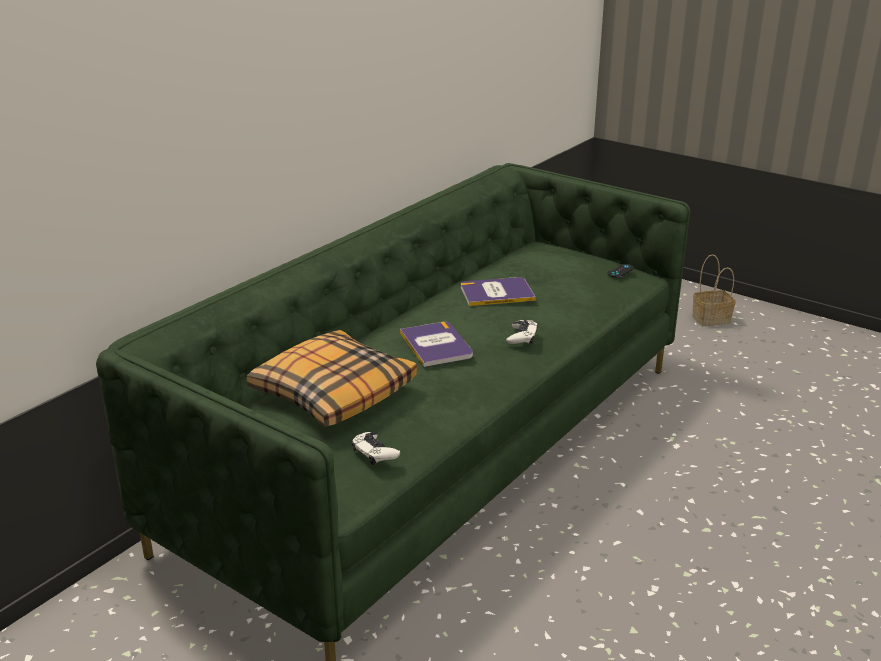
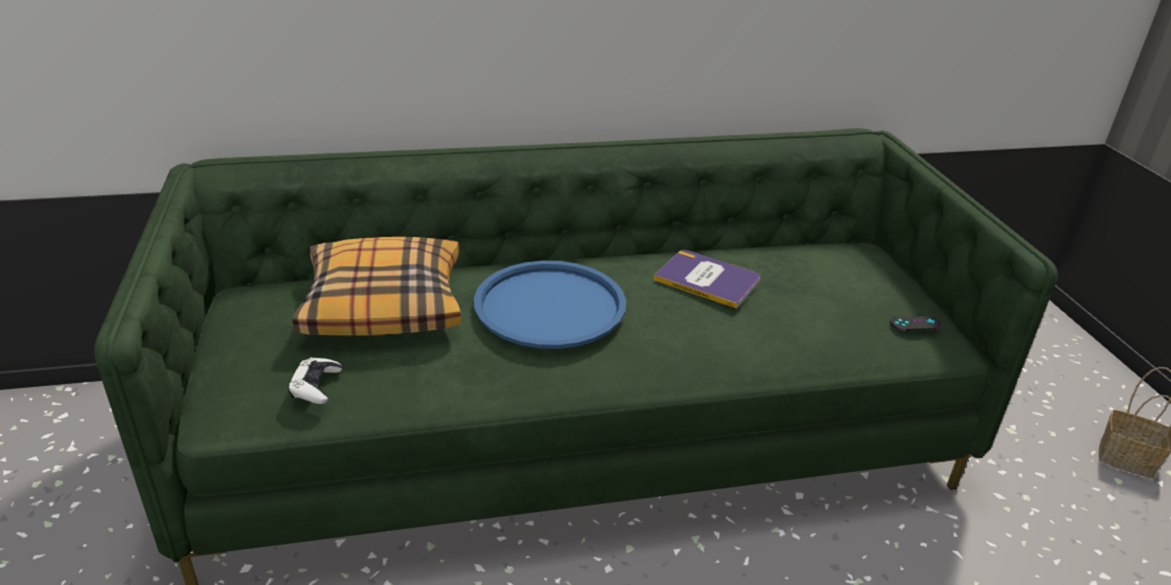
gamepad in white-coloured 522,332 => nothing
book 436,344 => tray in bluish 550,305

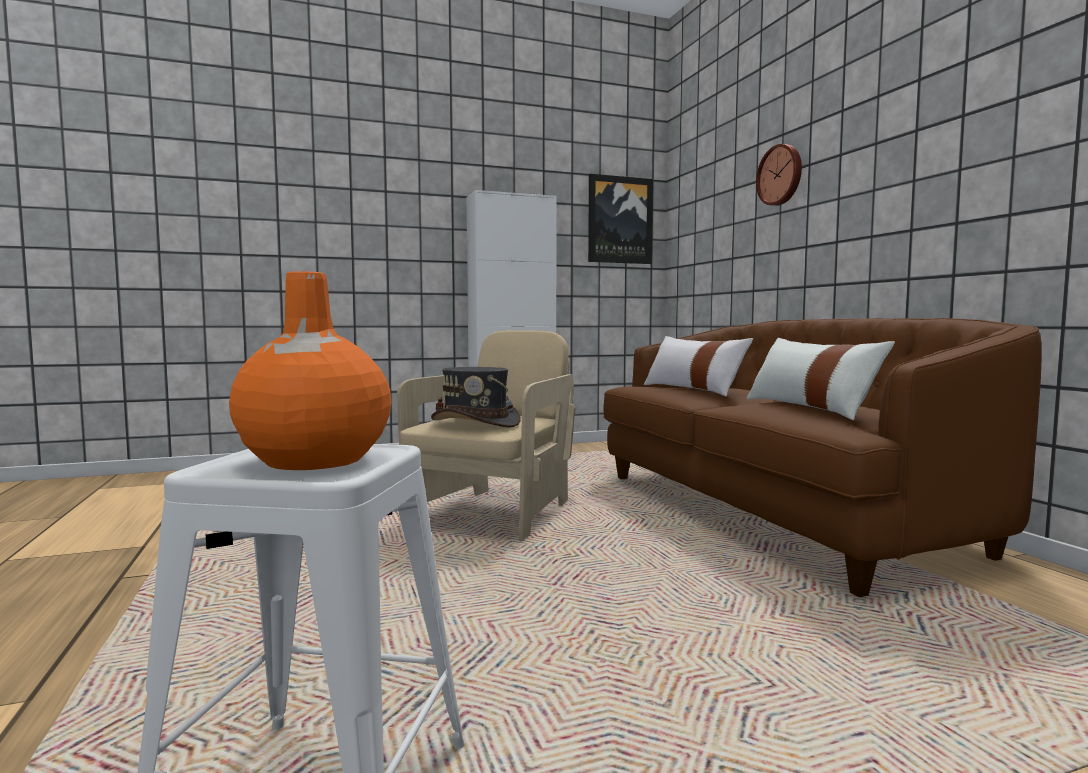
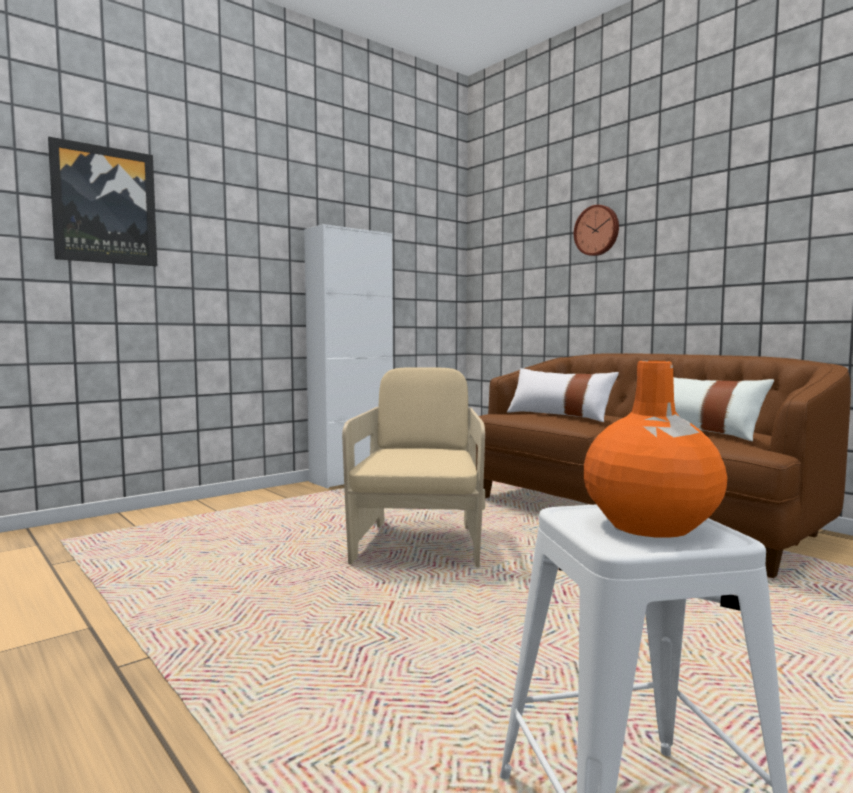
wall picture 620,219 => wall picture 102,201, move
wearable hat in grey 476,397 => nothing

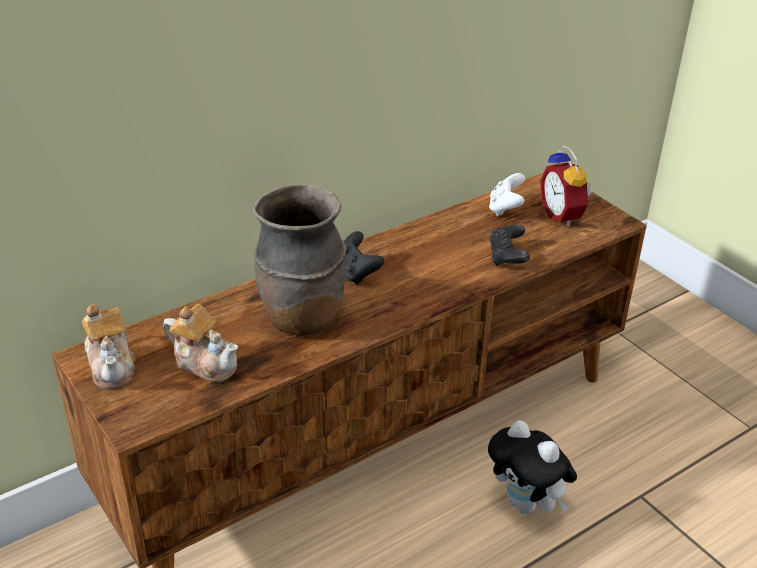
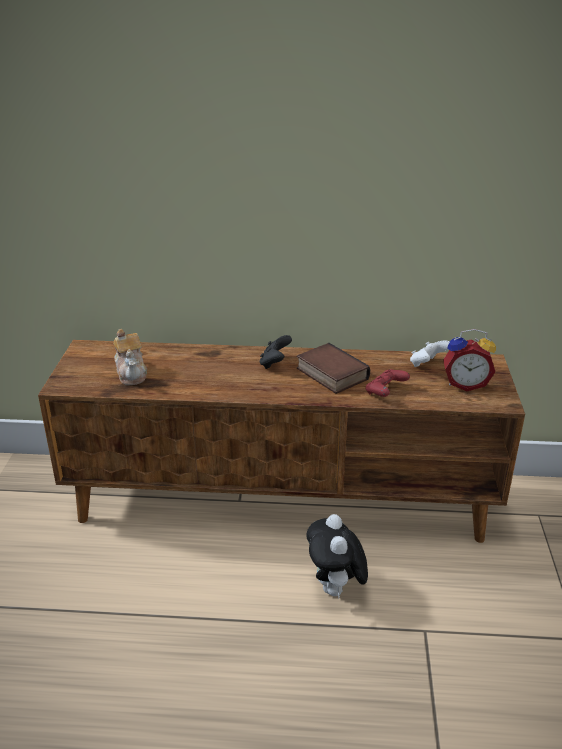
alarm clock 566,186 => alarm clock 469,360, 105 degrees counterclockwise
flower vase in brown 300,259 => nothing
gamepad in blackish 509,245 => gamepad in red-coloured 387,383
pot for tea 109,346 => nothing
nothing => book 333,368

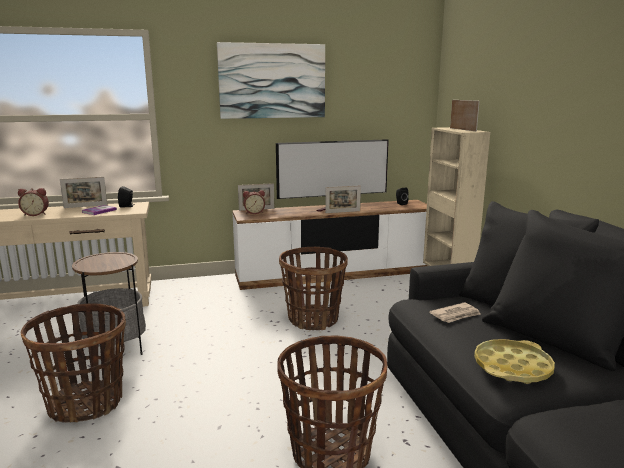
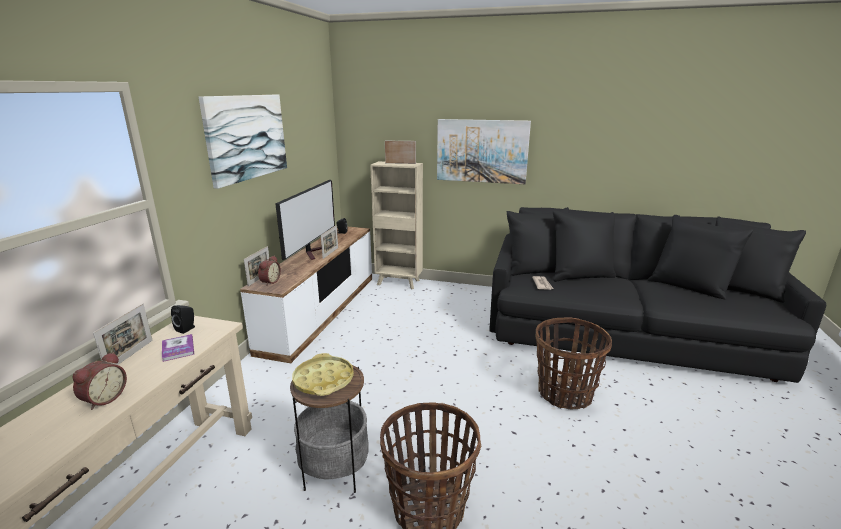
basket 313,288 => nothing
tray in yellow 514,361 => tray in yellow 323,374, move
nothing => wall picture 484,151

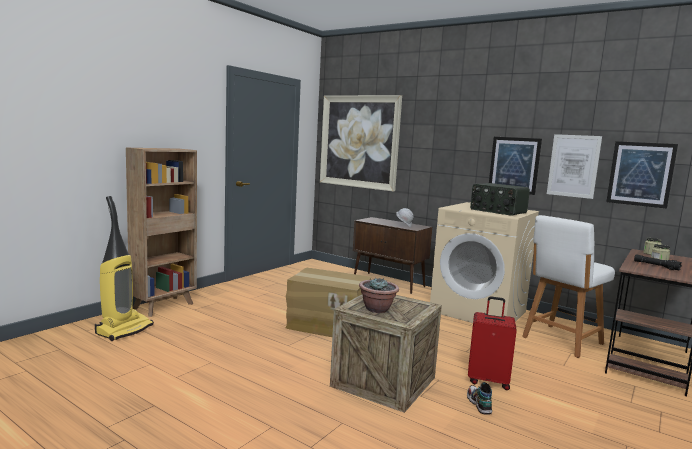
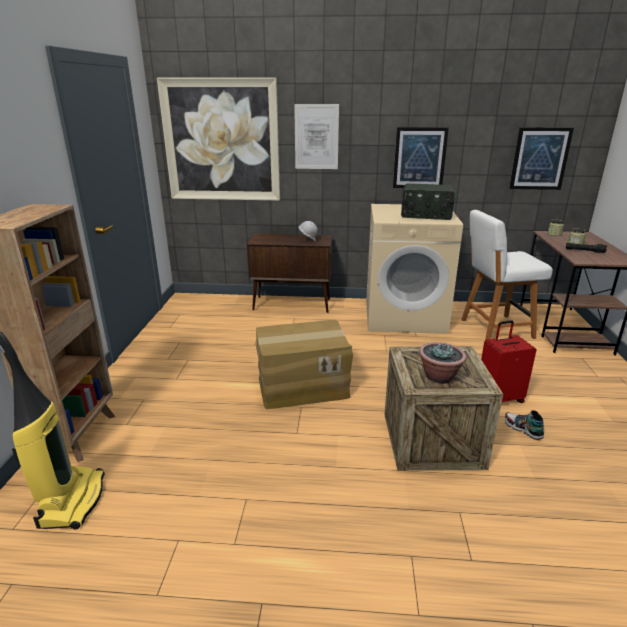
wall picture 574,166 => wall picture 316,136, move
plain chair in white-coloured 568,286 => plain chair in white-coloured 507,275, 60 degrees clockwise

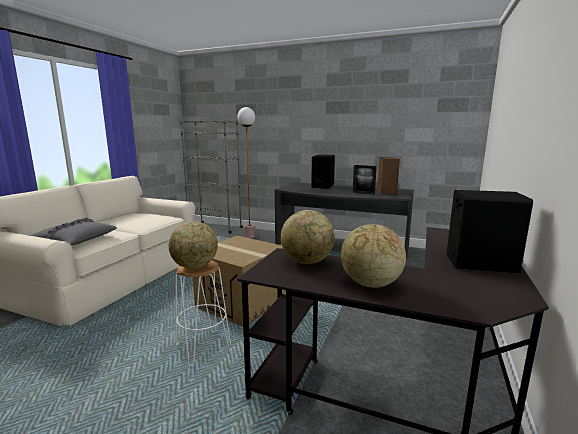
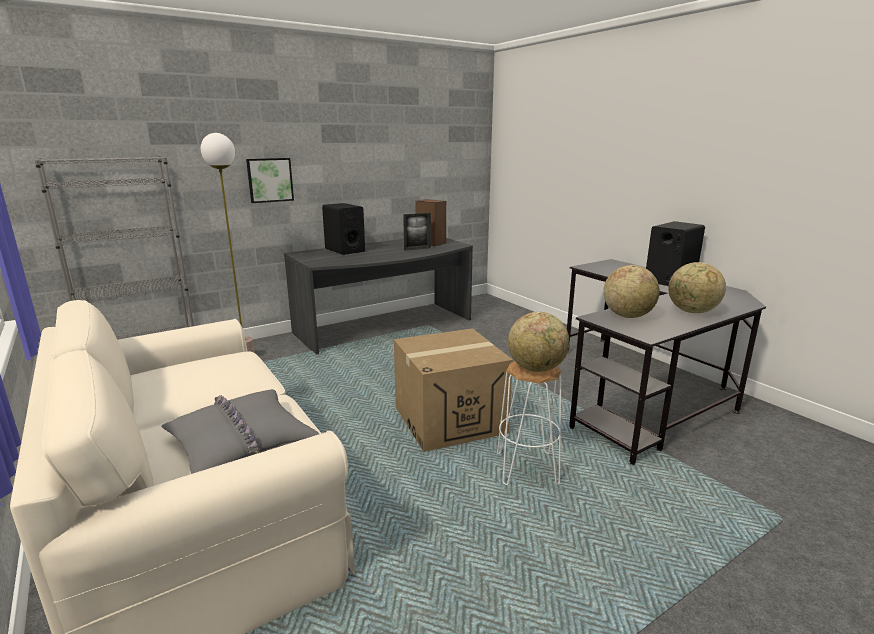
nothing => wall picture 270,180

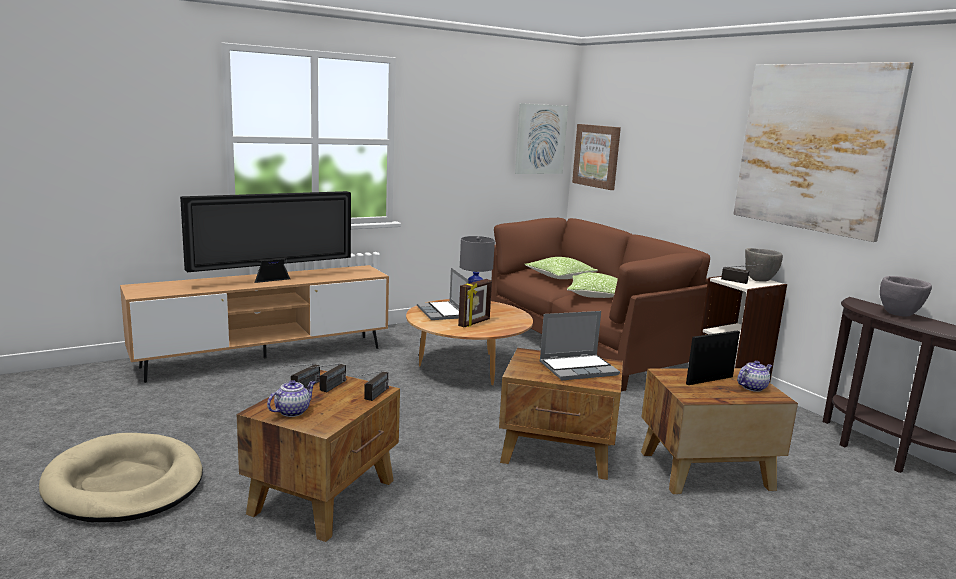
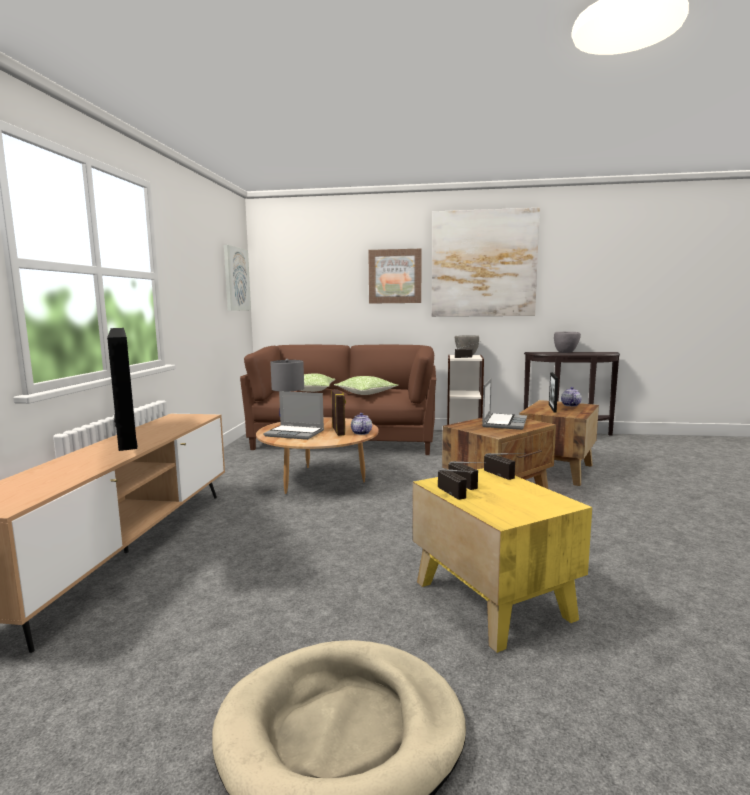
wall picture 596,157 => wall picture 395,276, move
TV set 265,237 => TV set 122,389, 150 degrees clockwise
accent table in brown 318,456 => accent table in yellow 502,560
pot for tea 291,398 => pot for tea 361,424, move

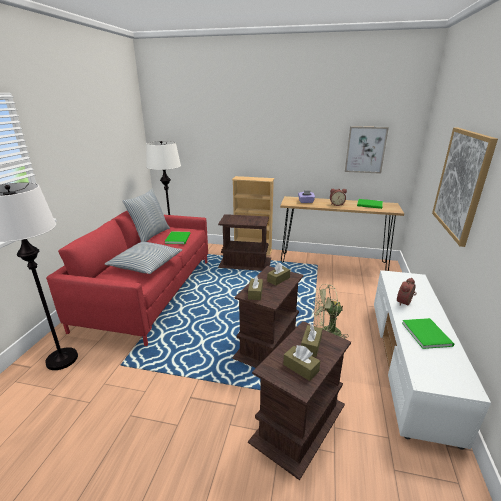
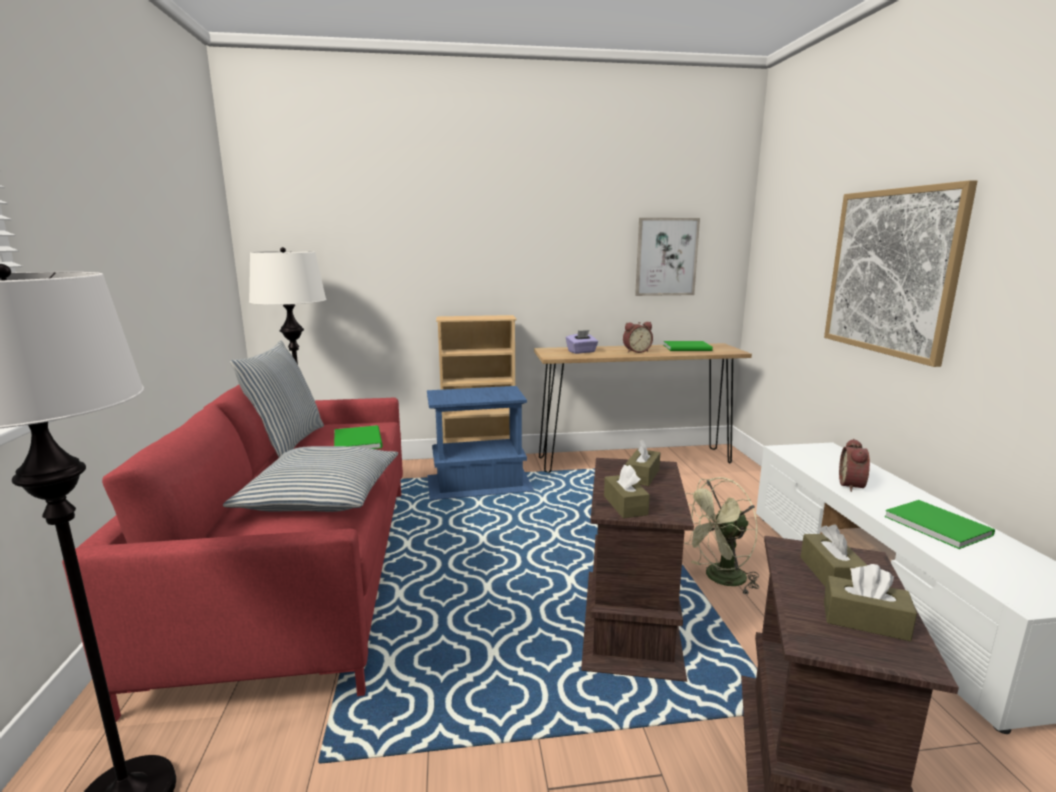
accent table in brown 244,242 => accent table in bluish 480,443

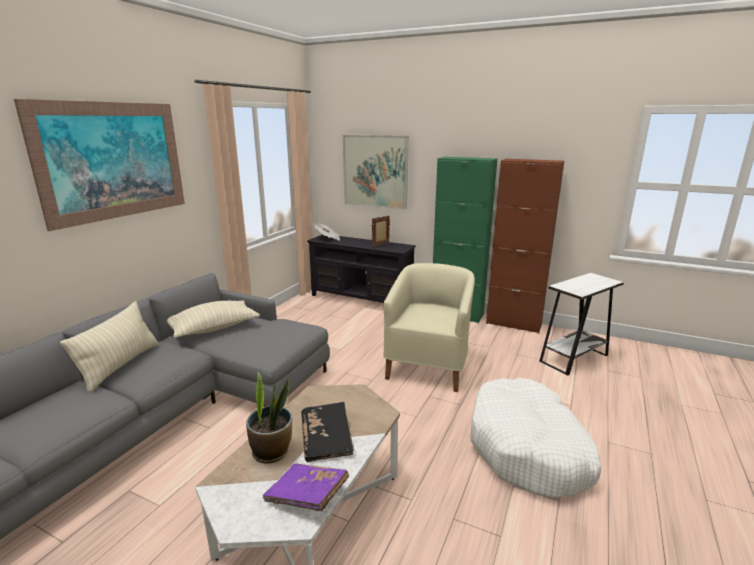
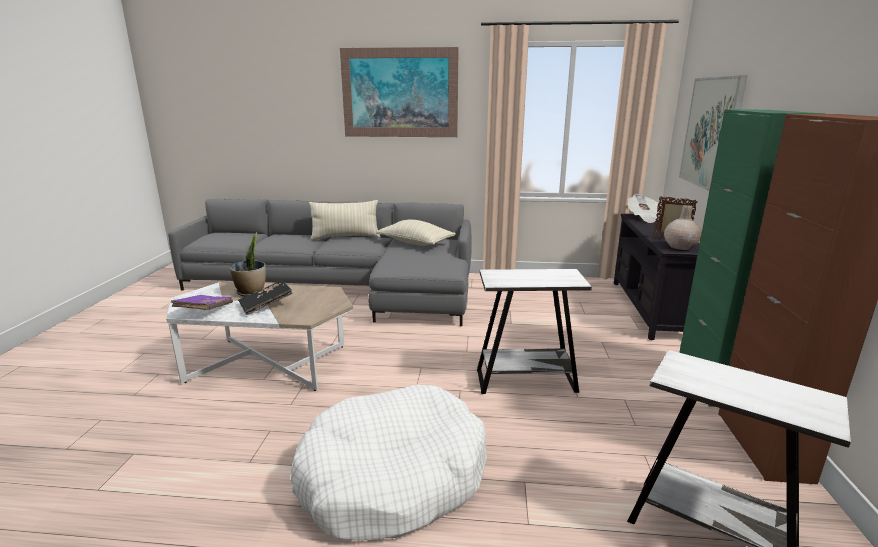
easy chair in sand-coloured 429,327 => accent table in white-coloured 534,331
nothing => flower vase in sand-coloured 683,227

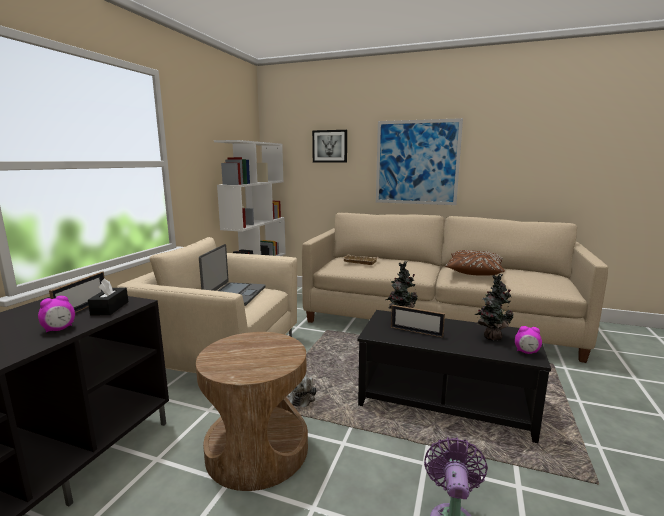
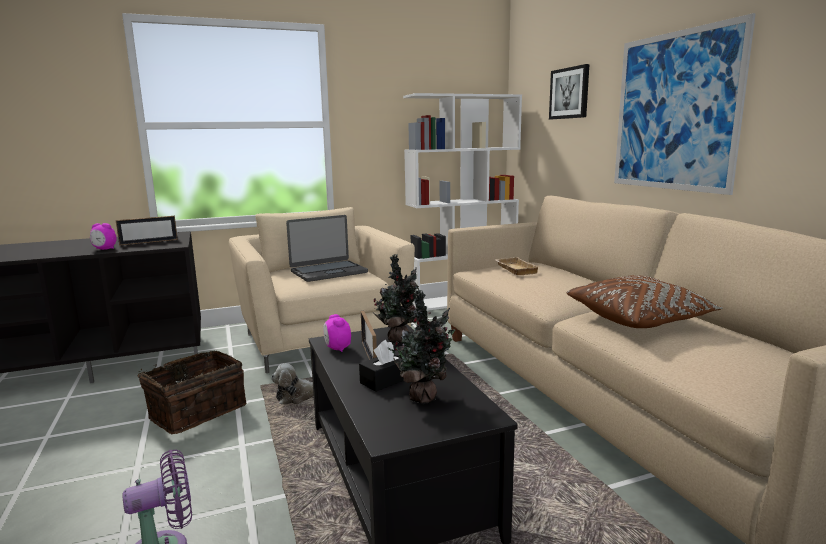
tissue box in blackish 108,296 => tissue box in blackish 381,366, move
alarm clock 528,340 => alarm clock 337,333, move
accent table in brown 252,411 => basket 192,392

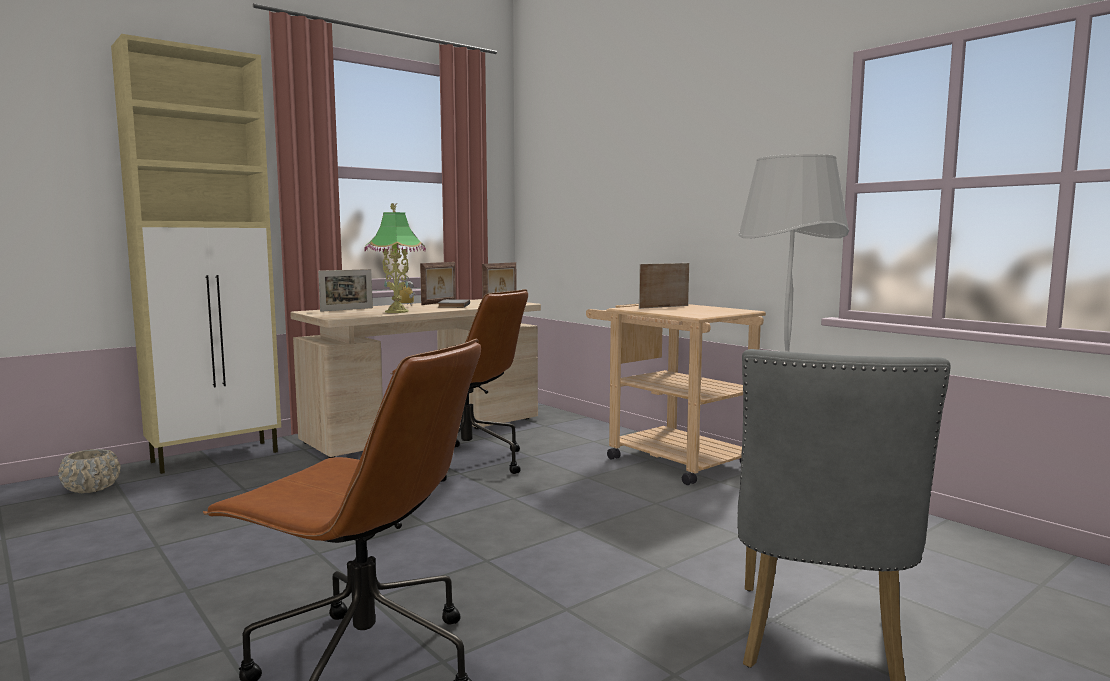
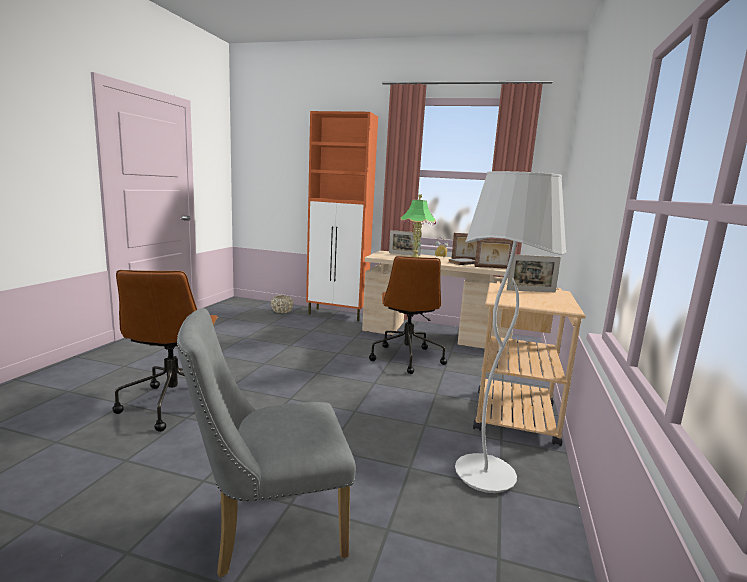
cabinet in sand-coloured 196,254 => cabinet in orange 342,216
picture frame 664,286 => picture frame 534,273, 150 degrees clockwise

